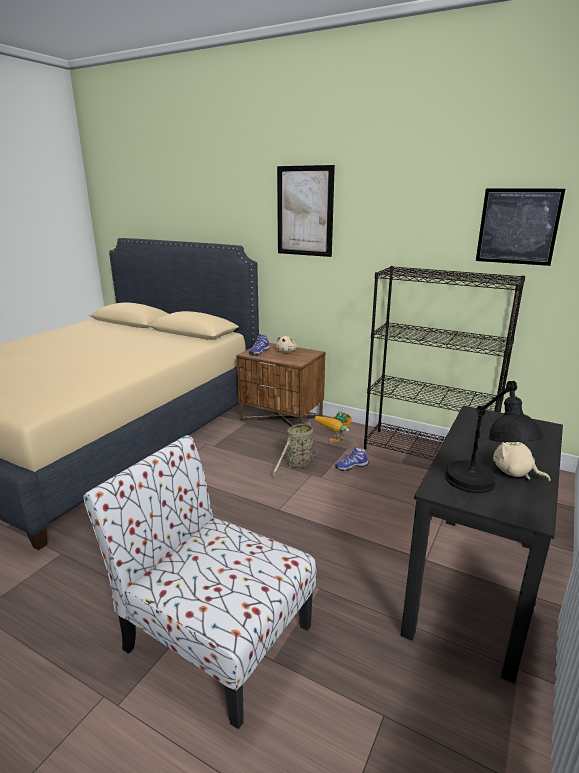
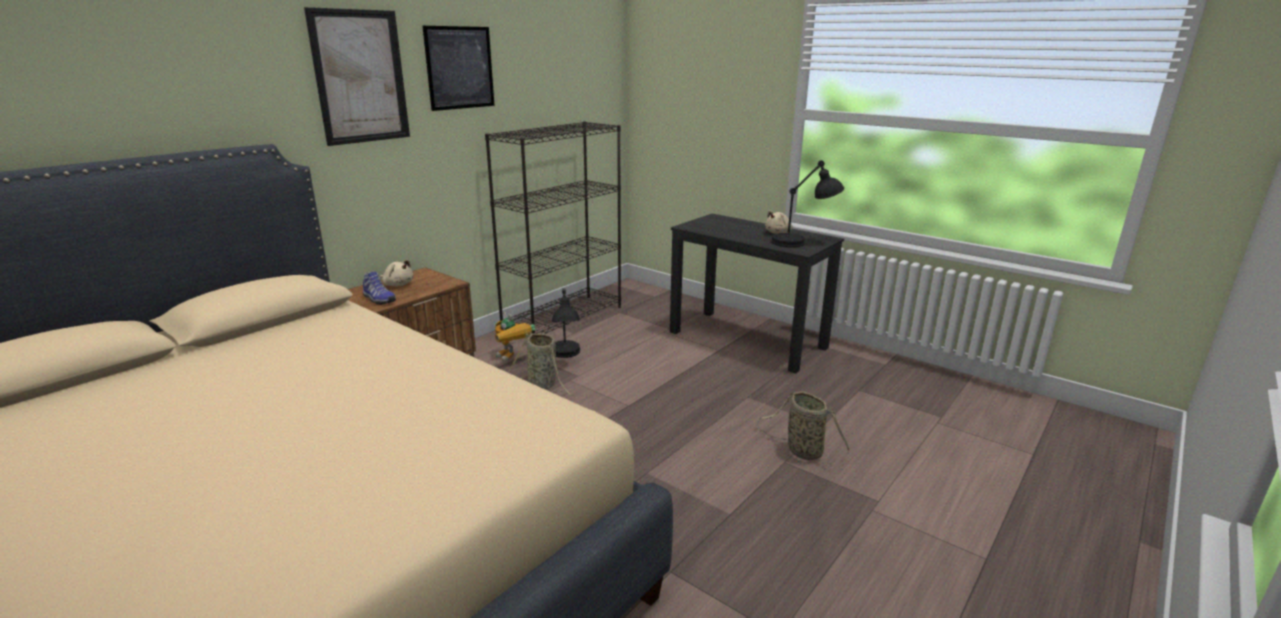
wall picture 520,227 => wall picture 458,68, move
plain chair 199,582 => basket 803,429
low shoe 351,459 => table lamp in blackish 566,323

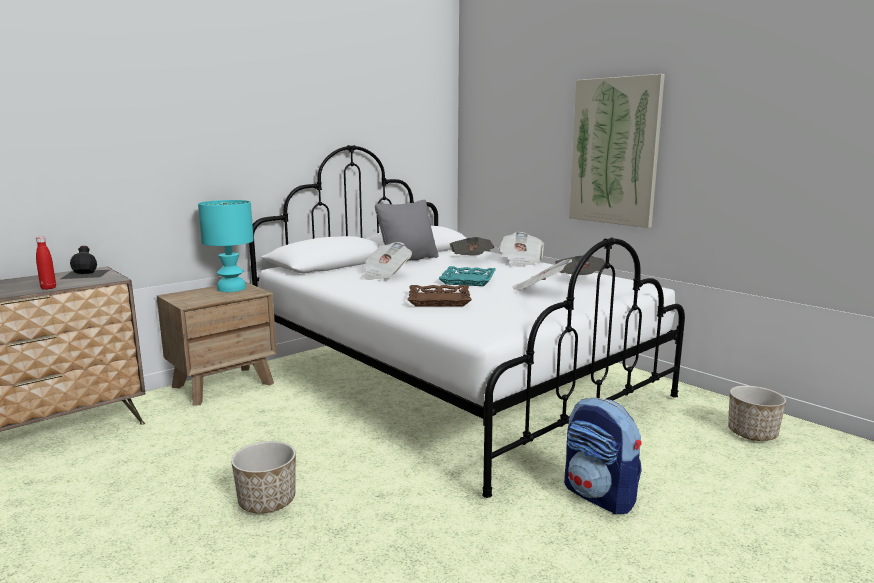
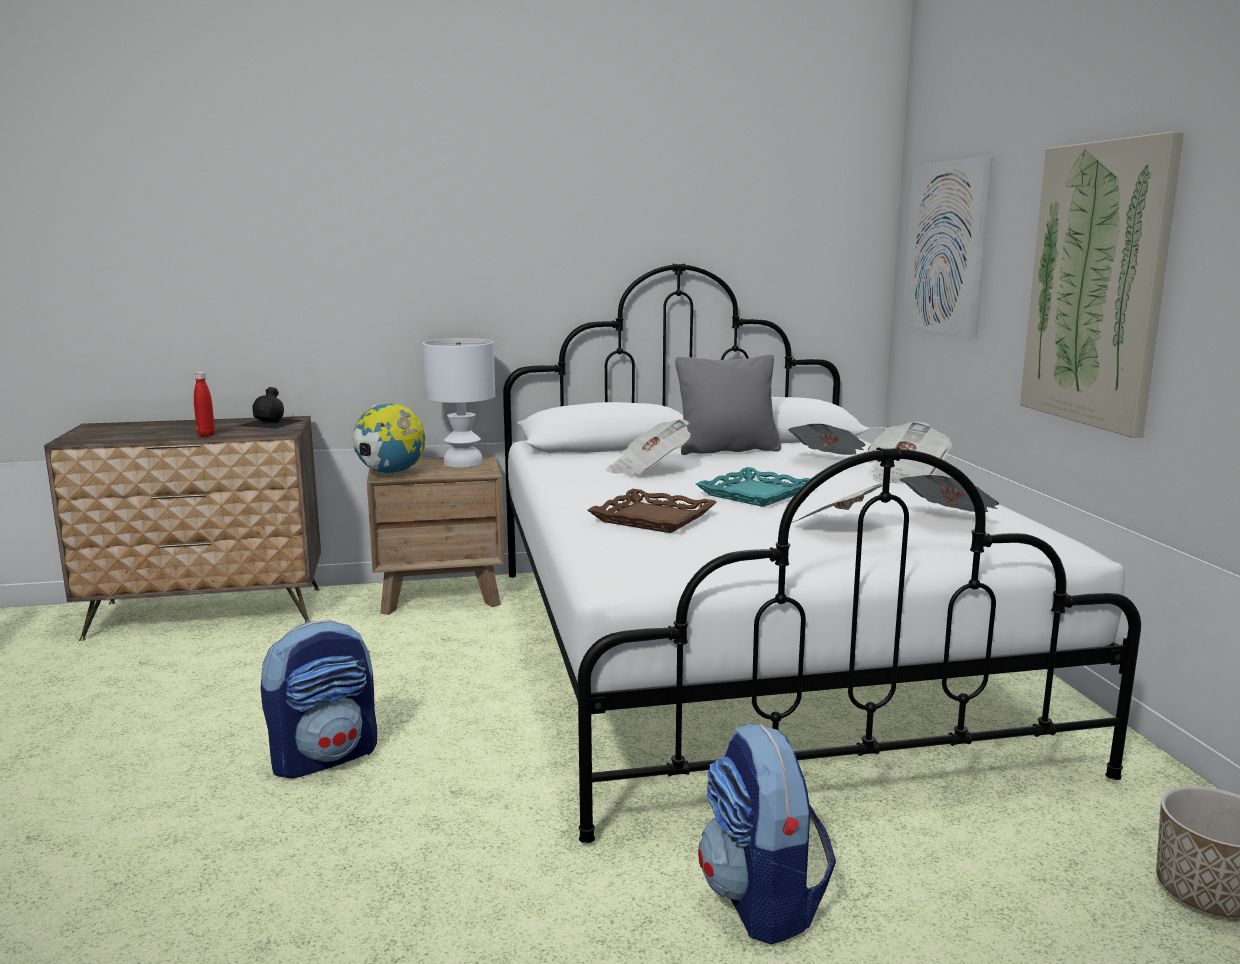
table lamp in turquoise 226,246 => table lamp in white-coloured 459,403
plant pot 263,477 => backpack 319,698
nothing => wall picture 947,247
nothing => desk globe 389,439

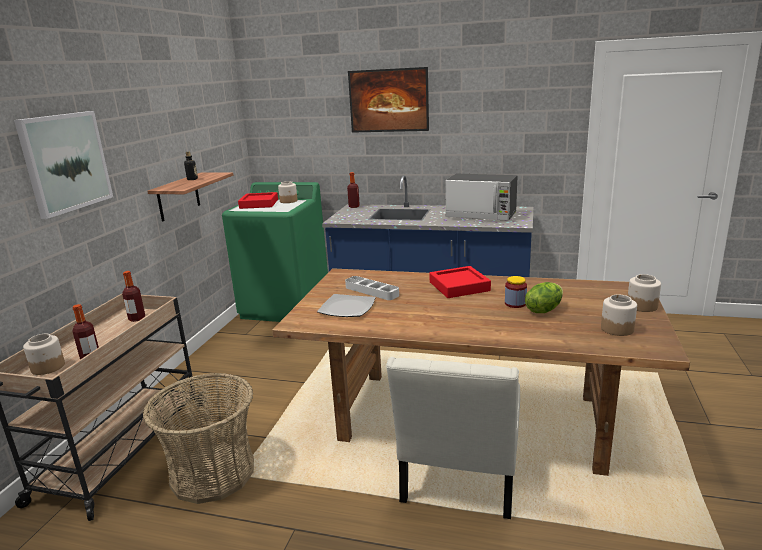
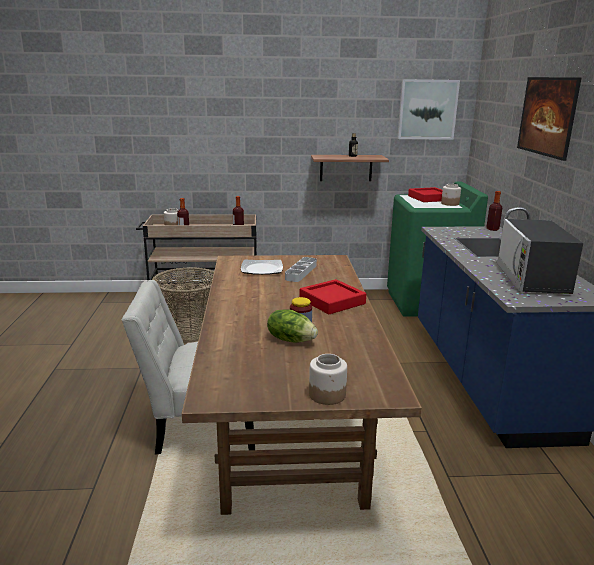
wall picture 63,165 => wall picture 428,109, move
storage jar 619,315 => nothing

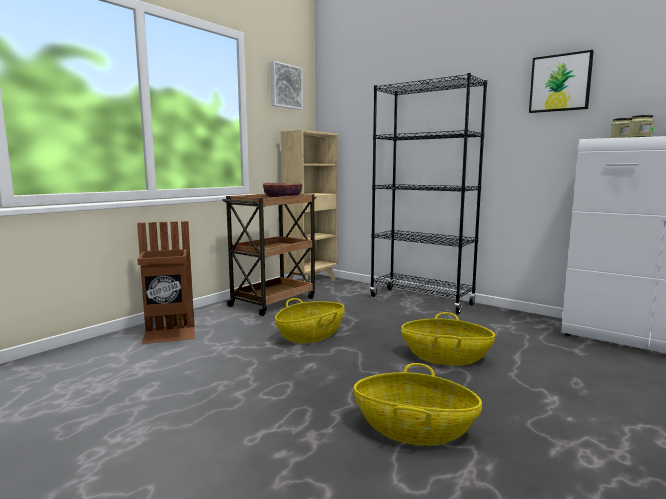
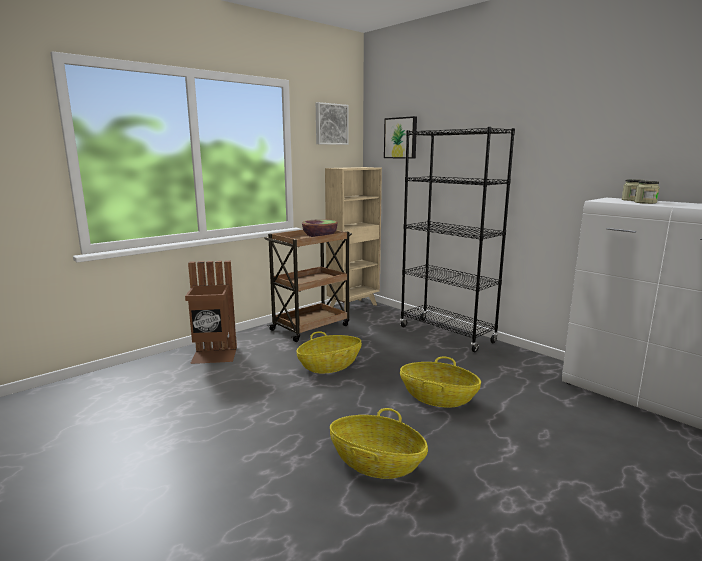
wall picture 561,81 => wall picture 400,137, move

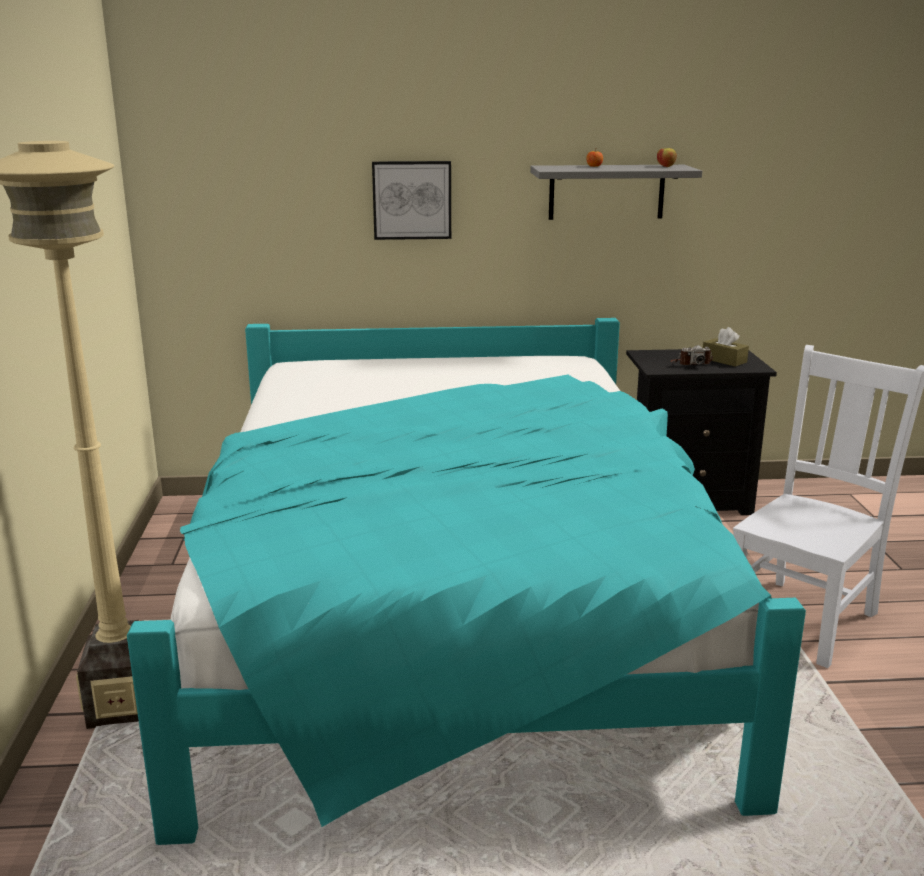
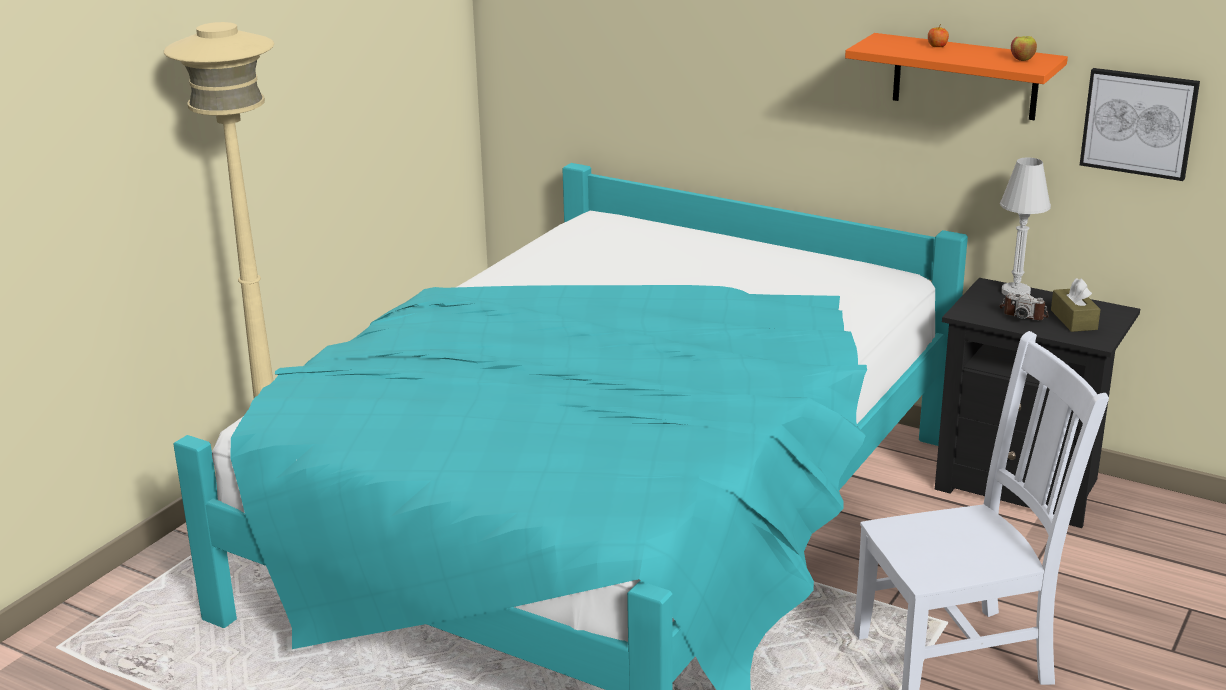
wall picture 411,200 => wall picture 1140,124, move
bracket shelf in grey 616,192 => bracket shelf in orange 956,76
nothing => table lamp in white-coloured 1025,227

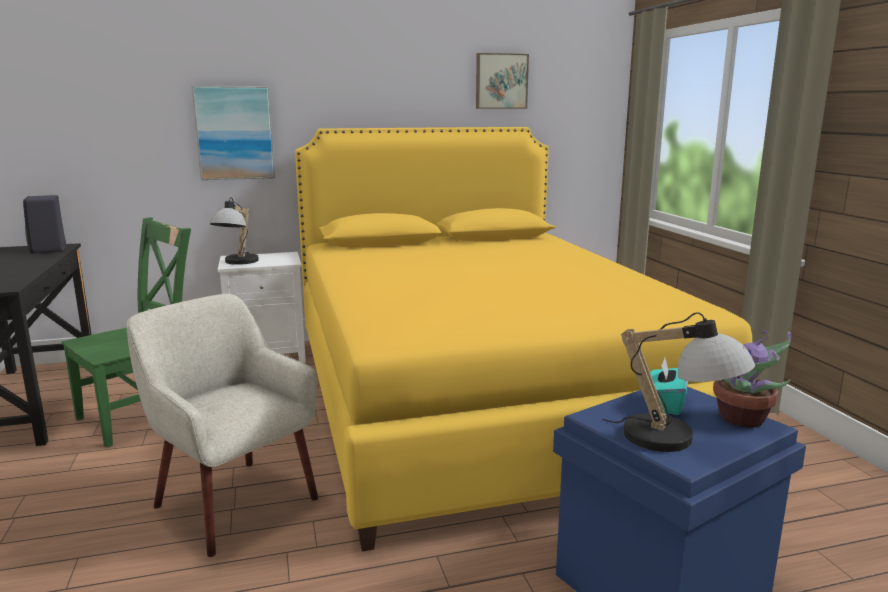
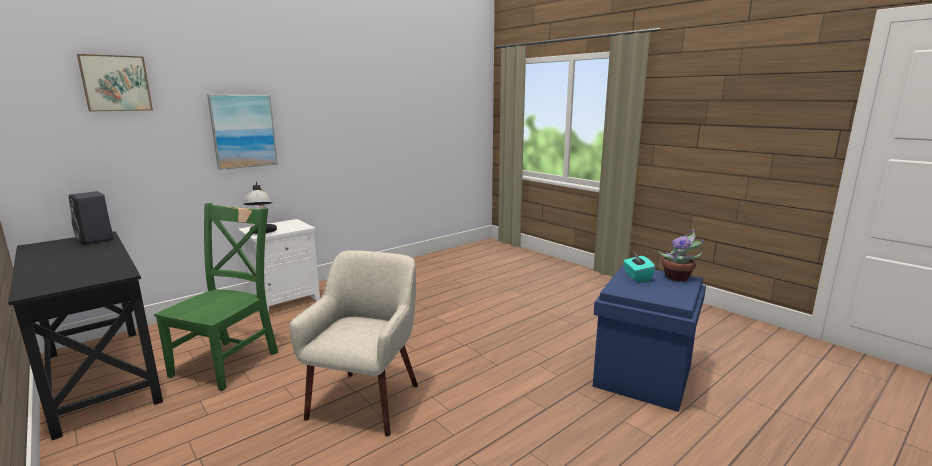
wall picture 502,81 => wall picture 115,83, move
bedroom bed in yellow 523,339 => nothing
easy chair in sand-coloured 222,425 => easy chair in sand-coloured 354,343, 90 degrees clockwise
table lamp 678,382 => nothing

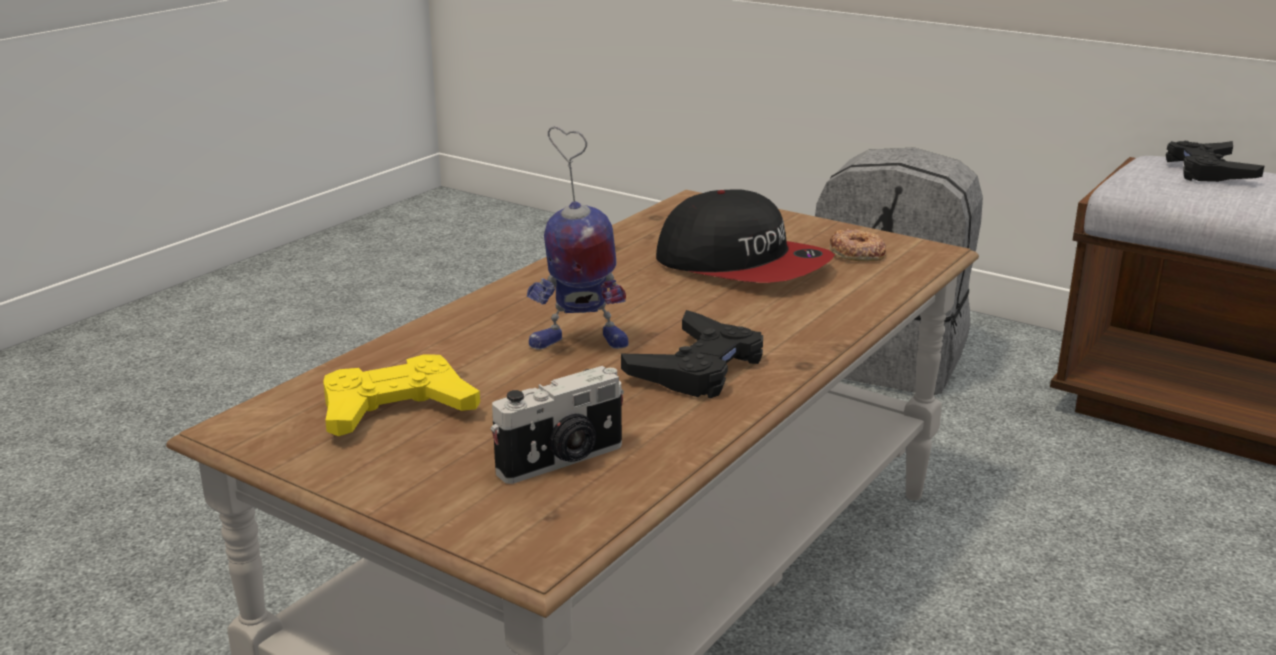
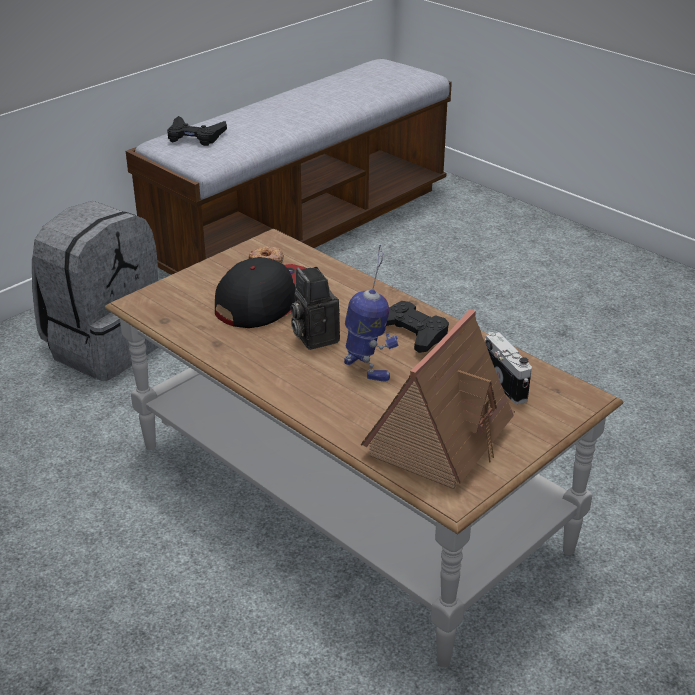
toy robot 578,237 => toy robot 371,313, 45 degrees counterclockwise
gamepad in yellow 401,395 => toy house 438,399
nothing => photo camera 315,308

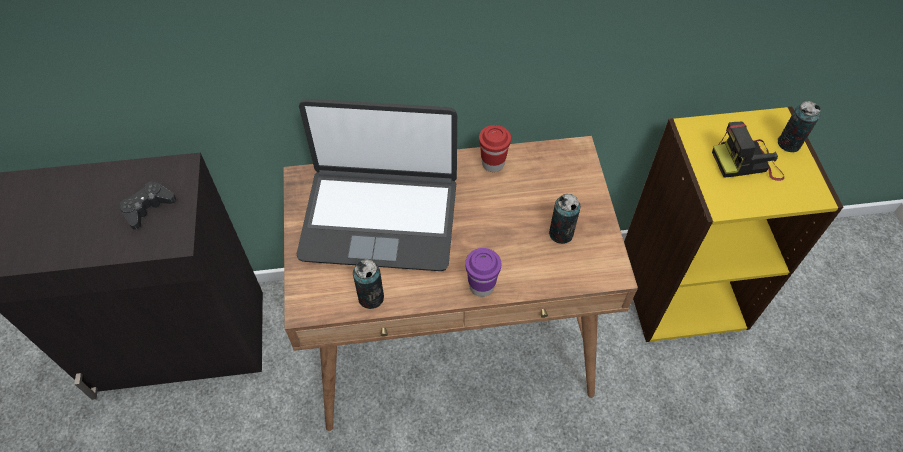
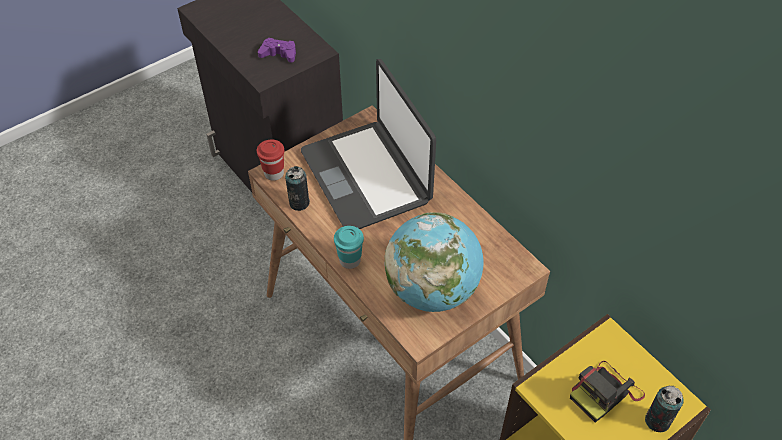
photo camera 748,151 => photo camera 607,391, 90 degrees counterclockwise
cup in red-coloured 495,148 => cup in red-coloured 270,160, move
gamepad in blackish 147,205 => gamepad in purple-coloured 277,50
sealed can 564,219 => desk globe 434,262
cup in purple-coloured 483,272 => cup in turquoise 349,247

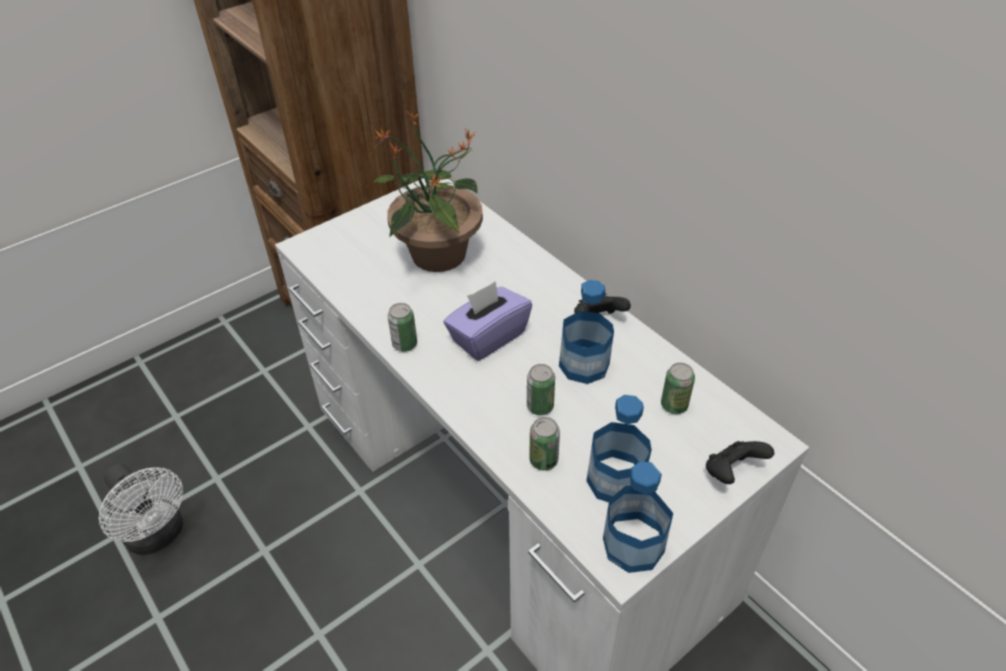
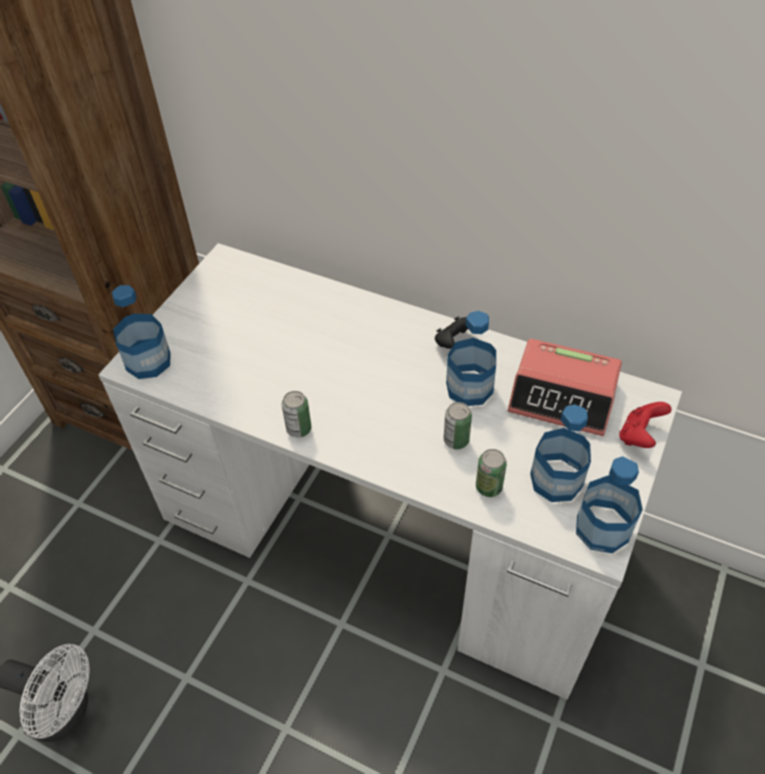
plant in a pot 427,191 => nothing
tissue box in purple-coloured 487,321 => nothing
sealed can 678,388 => alarm clock 565,387
gamepad in blackish 740,462 => gamepad in red-coloured 645,425
nothing => drink bottle 141,332

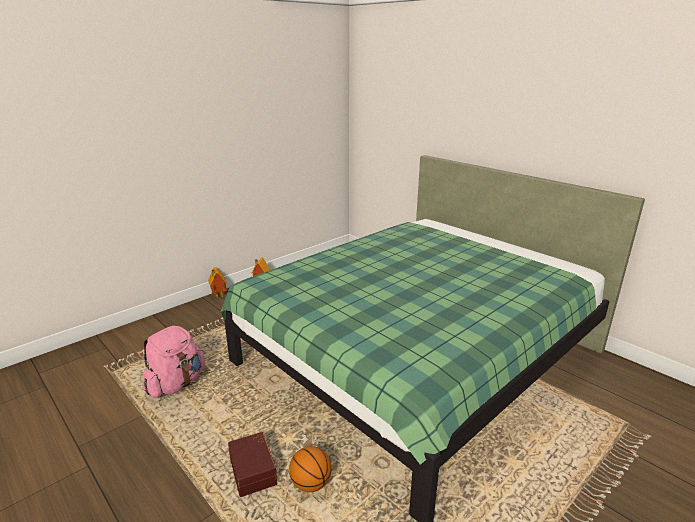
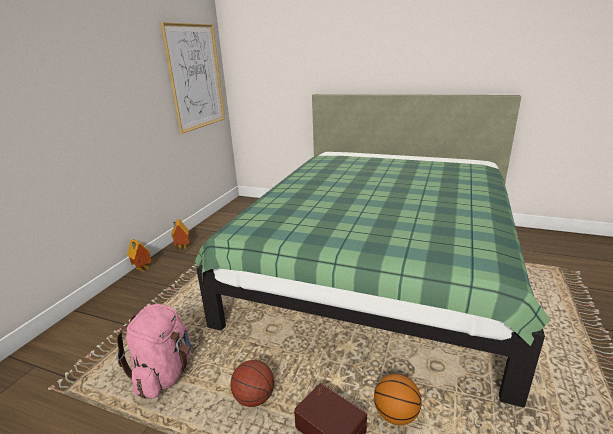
nothing => wall picture 192,78
nothing => ball for basketball 252,383

